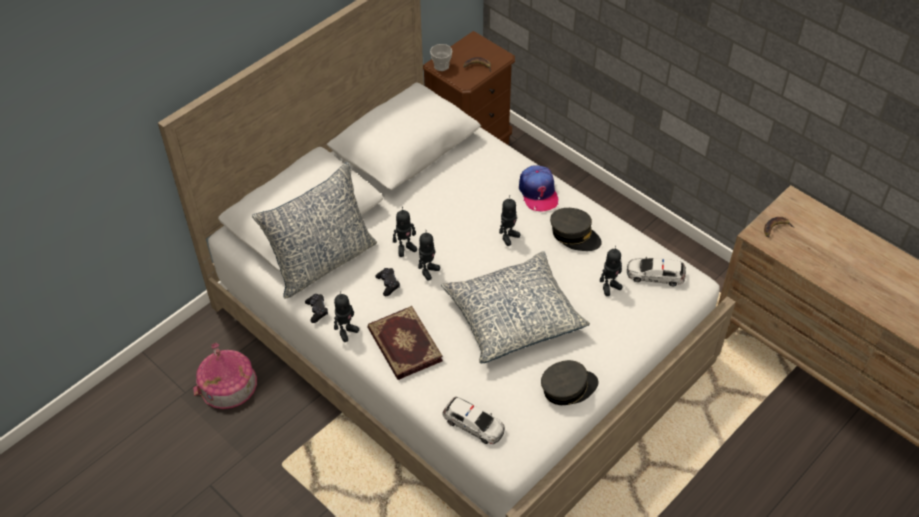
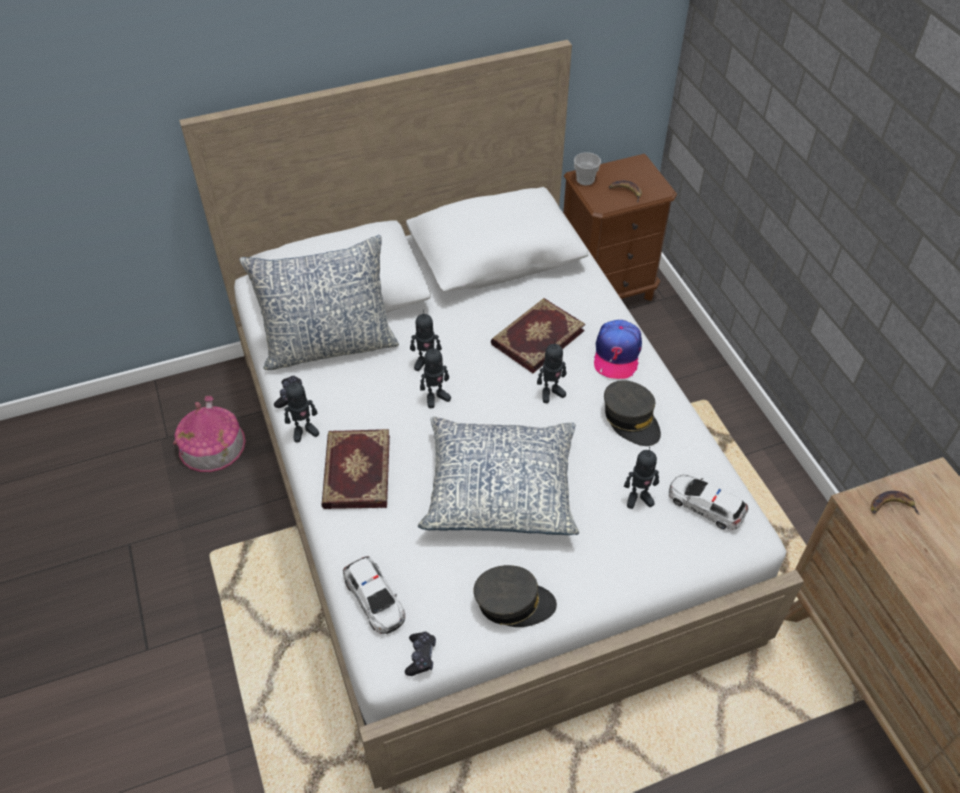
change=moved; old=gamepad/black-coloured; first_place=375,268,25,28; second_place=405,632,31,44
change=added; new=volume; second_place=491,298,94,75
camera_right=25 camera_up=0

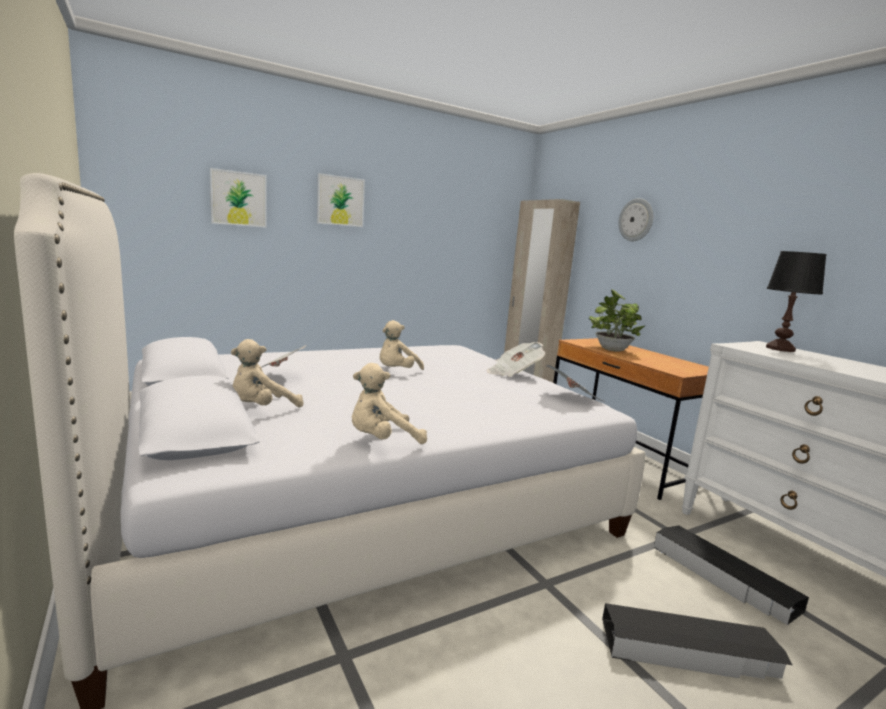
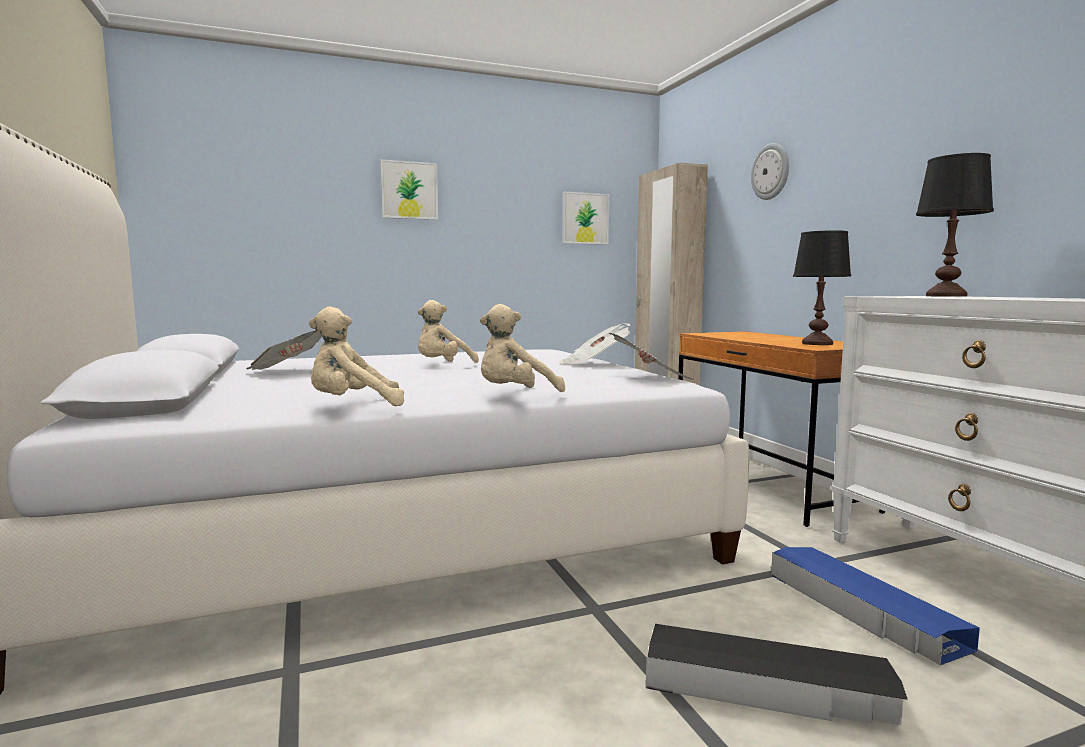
change=moved; old=soft toy/beige-coloured; first_place=231,339,72,69; second_place=480,304,85,88
change=moved; old=wall art; first_place=210,168,57,60; second_place=562,192,47,53
change=recoloured; old=storage bin/black-coloured; new=storage bin/blue-coloured; first_place=654,525,155,100; second_place=771,547,209,118
change=added; new=lamp for a table/black-coloured; second_place=793,230,58,115
change=removed; old=houseplant; first_place=589,289,56,62
camera_right=10 camera_up=-5

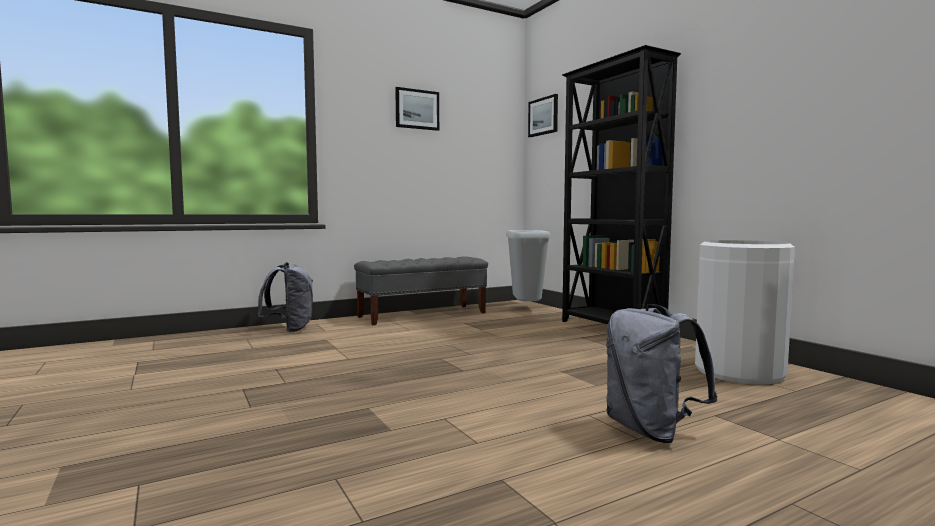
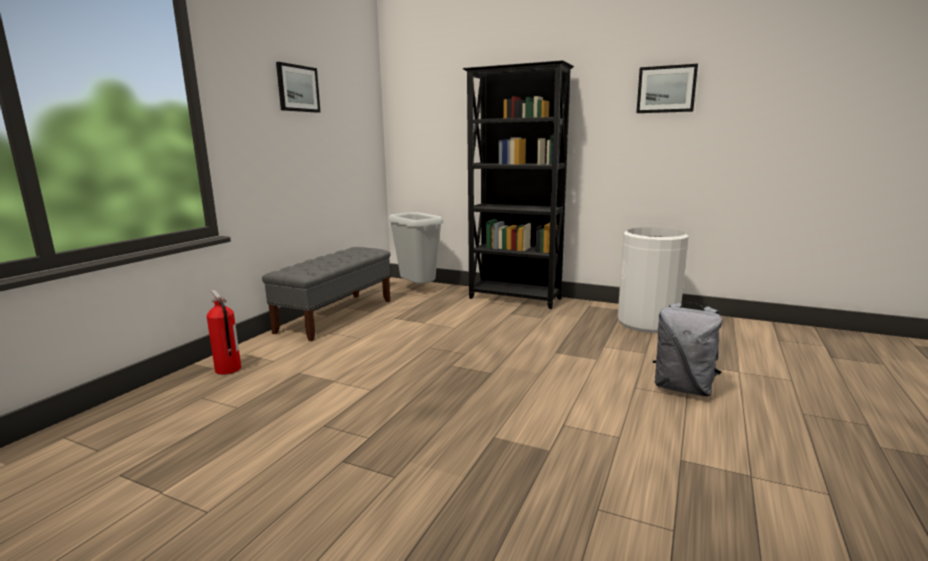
change=replaced; old=knapsack/greyish; new=extinguisher; first_place=258,262,55,70; second_place=207,290,34,85
change=moved; old=wall art; first_place=528,94,30,43; second_place=636,64,62,49
camera_right=-35 camera_up=10

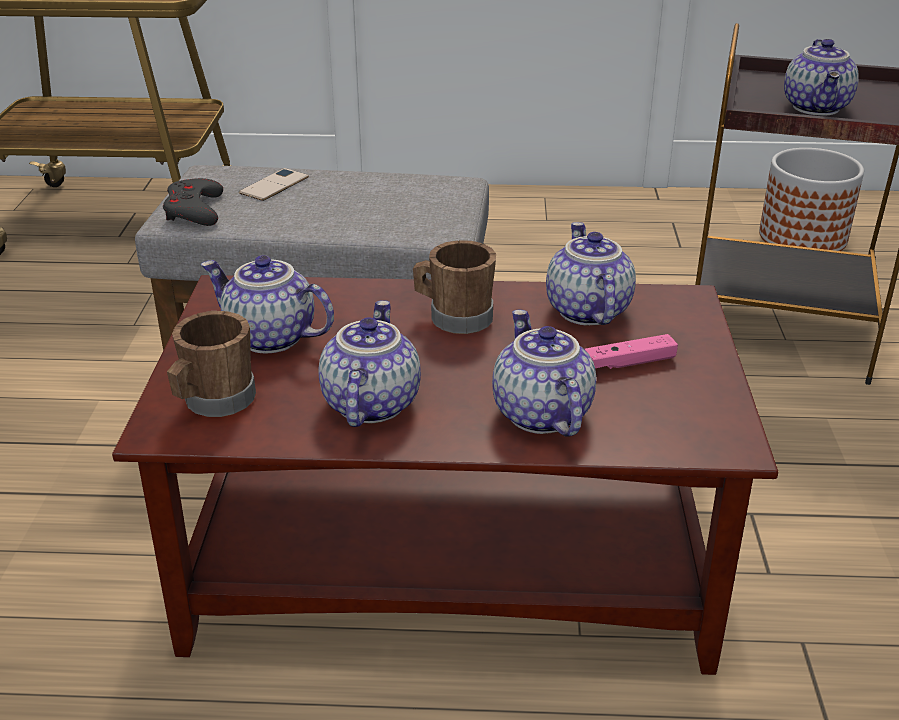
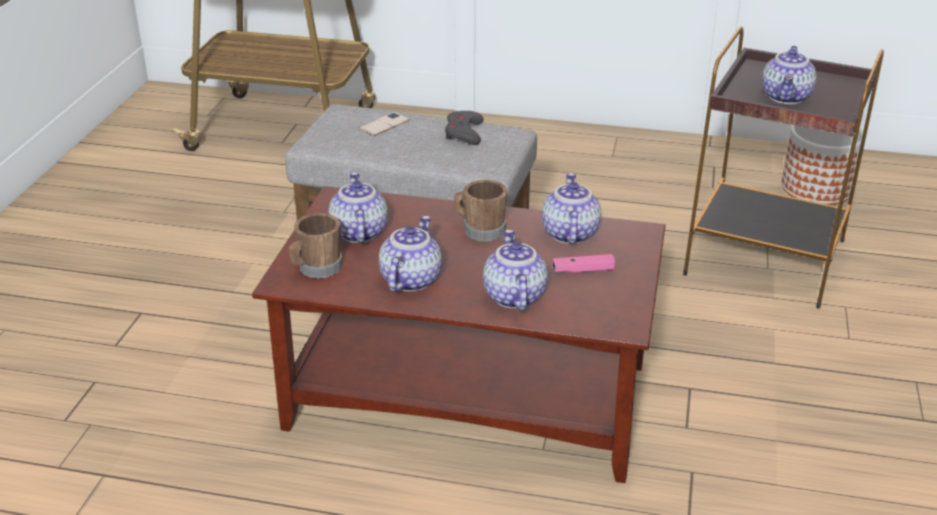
change=turned; old=tea pot; first_place=200,255,134,98; second_place=328,172,60,71; degrees=45
change=moved; old=gamepad/greyish; first_place=163,178,60,48; second_place=445,111,39,34
camera_right=10 camera_up=0

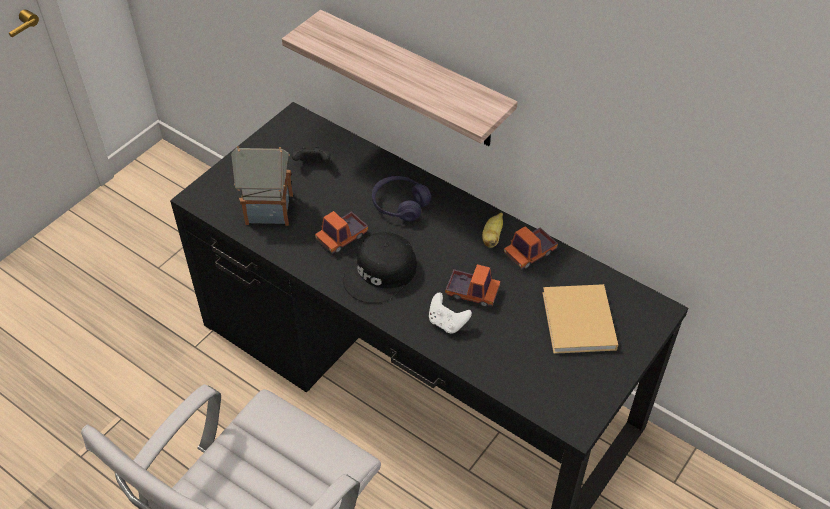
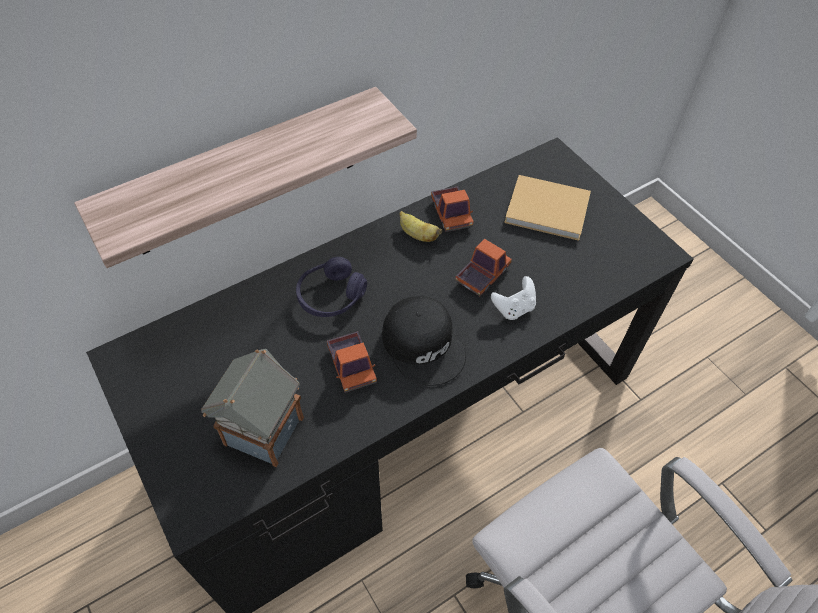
change=removed; old=gamepad/black-coloured; first_place=292,146,39,16
camera_right=-70 camera_up=5

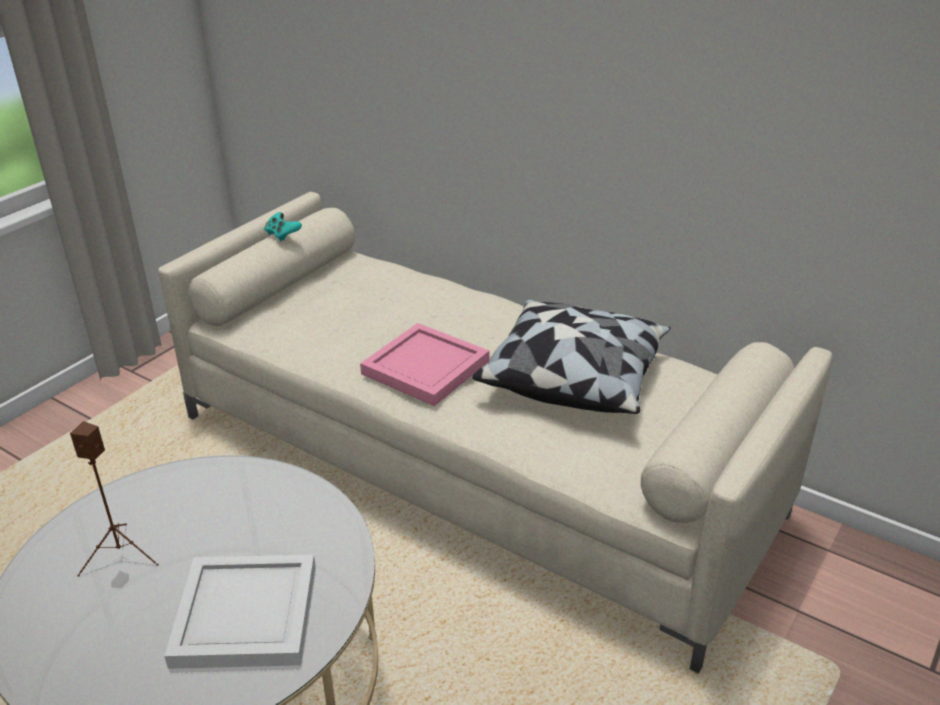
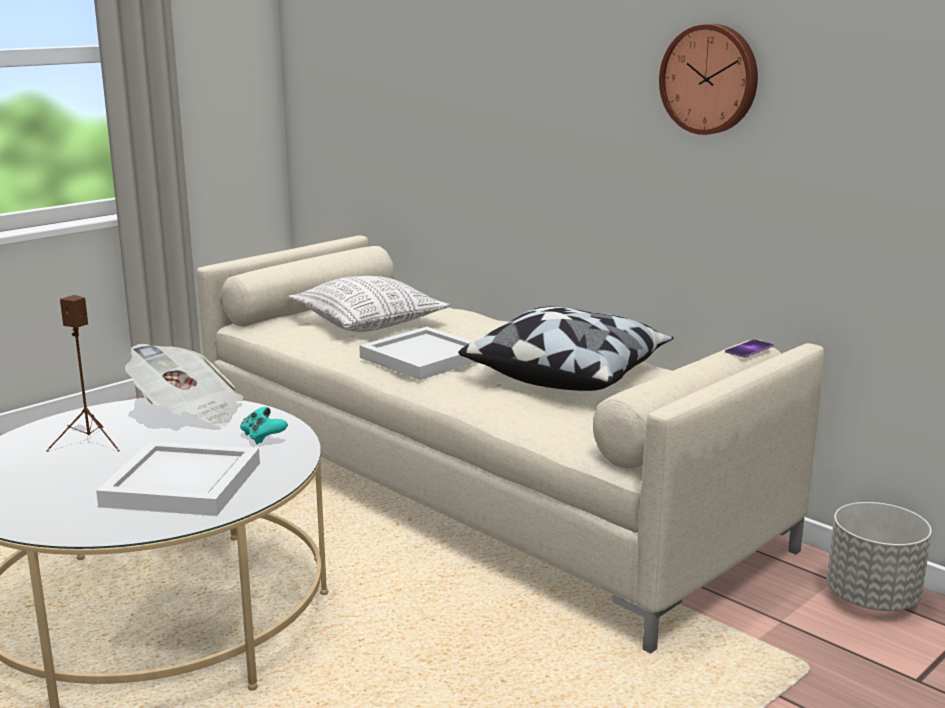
change=added; new=newspaper; second_place=125,344,118,82
change=moved; old=gamepad/turquoise-coloured; first_place=264,212,38,29; second_place=240,407,48,37
change=added; new=throw pillow; second_place=288,276,162,56
change=recoloured; old=serving tray/pink; new=serving tray/whitish; first_place=360,323,130,83; second_place=359,327,116,53
change=added; new=clock on the wall; second_place=659,24,99,111
change=added; new=phone; second_place=725,339,49,19
change=added; new=plant pot/greyish; second_place=827,502,105,109
camera_right=10 camera_up=-15

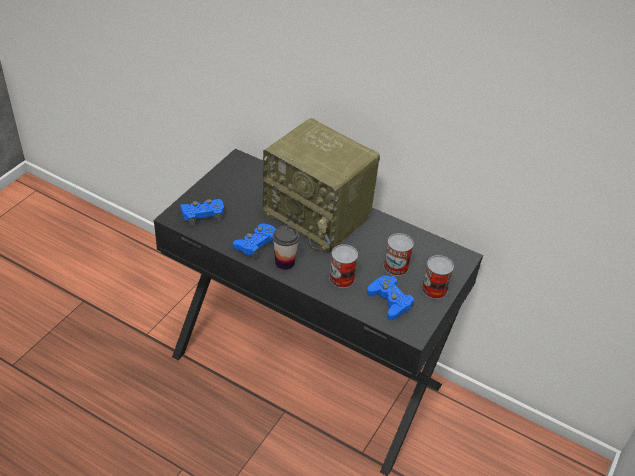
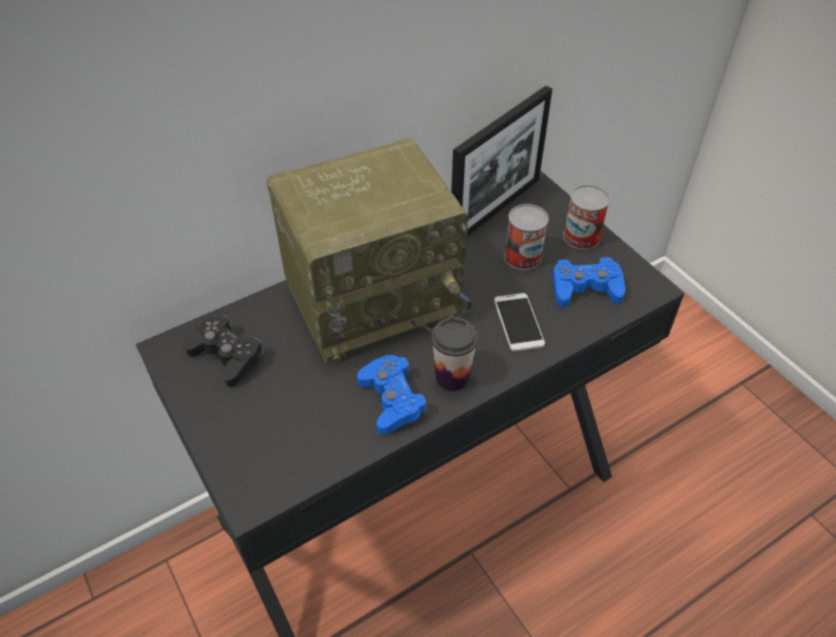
change=added; new=gamepad/black-coloured; second_place=185,315,79,72
change=added; new=picture frame; second_place=451,86,101,150
change=replaced; old=sealed can; new=phone; first_place=329,244,29,44; second_place=494,293,51,59
change=removed; old=gamepad/blue-coloured; first_place=181,199,43,28
camera_right=-60 camera_up=5

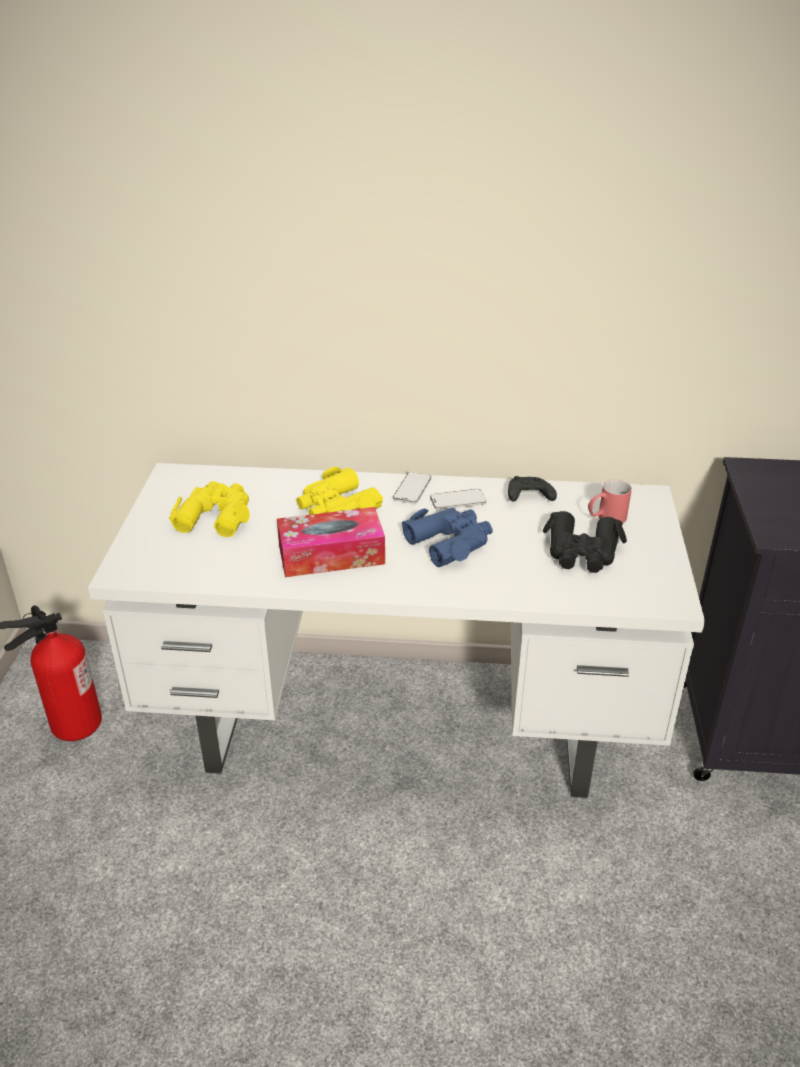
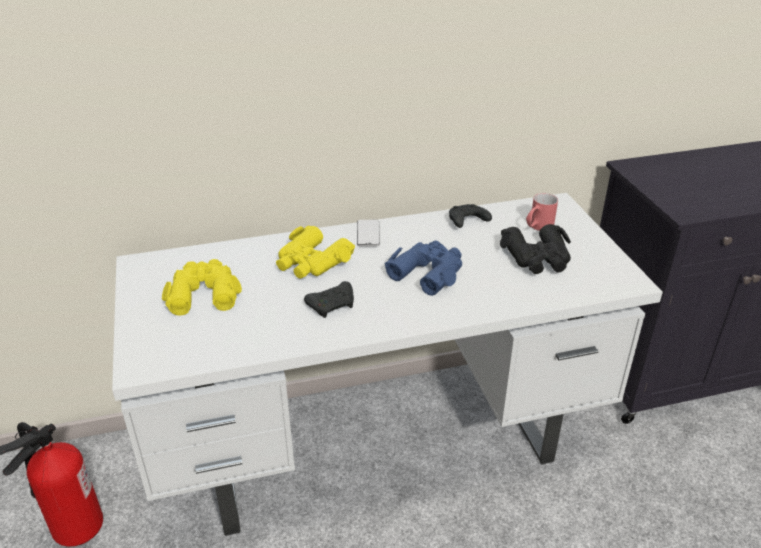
change=replaced; old=tissue holder; new=gamepad/black-coloured; first_place=277,507,108,70; second_place=304,281,50,37
change=removed; old=phone; first_place=430,489,56,21
camera_right=-20 camera_up=0

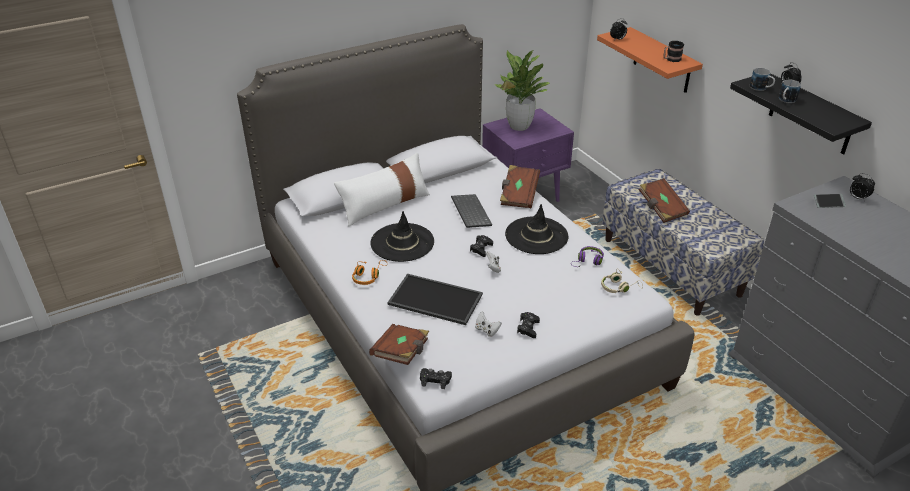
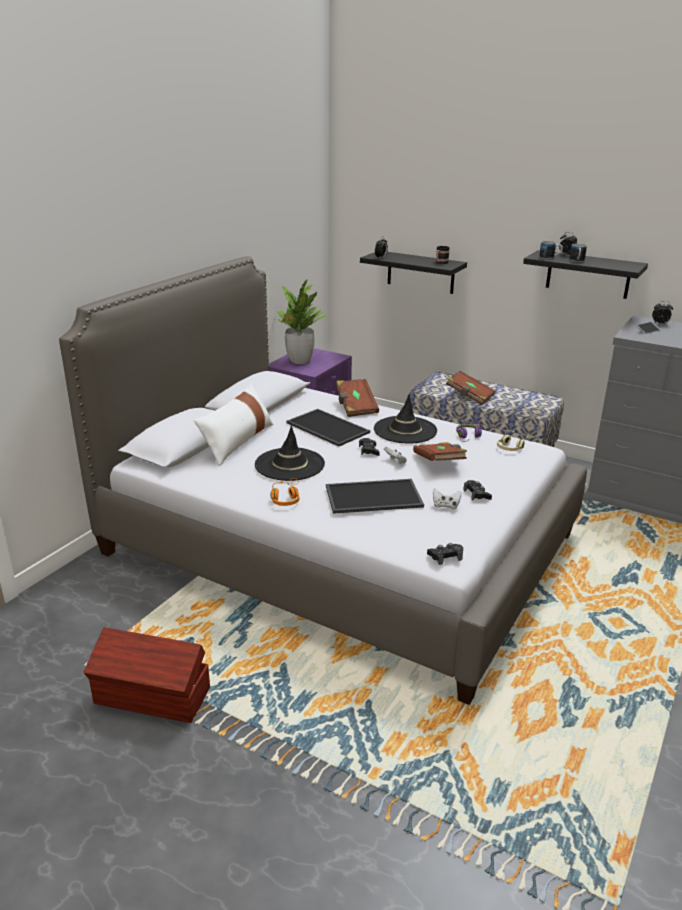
change=added; new=storage bin/brown-coloured; second_place=83,627,127,96
change=replaced; old=keyboard; new=serving tray; first_place=451,194,41,34; second_place=286,409,84,38
change=recoloured; old=shelf/orangey; new=shelf/black-coloured; first_place=597,27,106,66; second_place=360,252,107,42
change=moved; old=volume/brown-coloured; first_place=369,324,60,41; second_place=413,442,54,19
camera_right=-30 camera_up=-10

